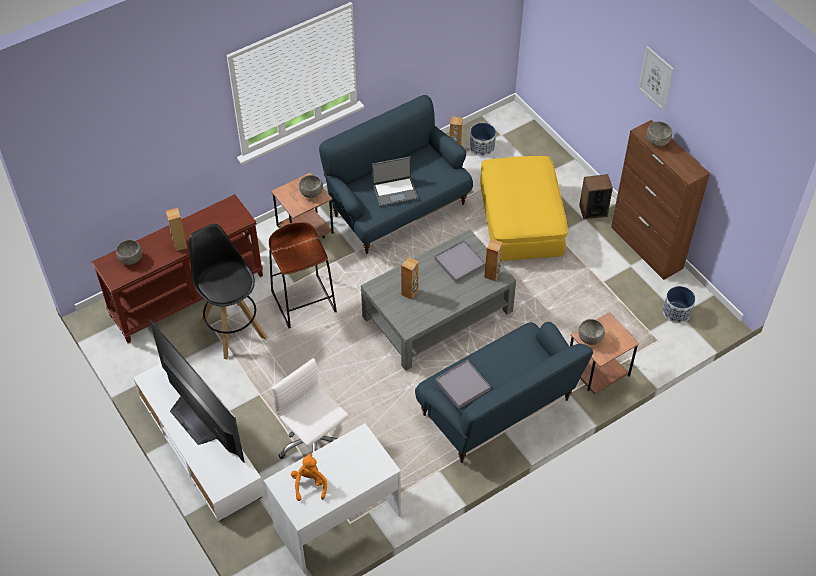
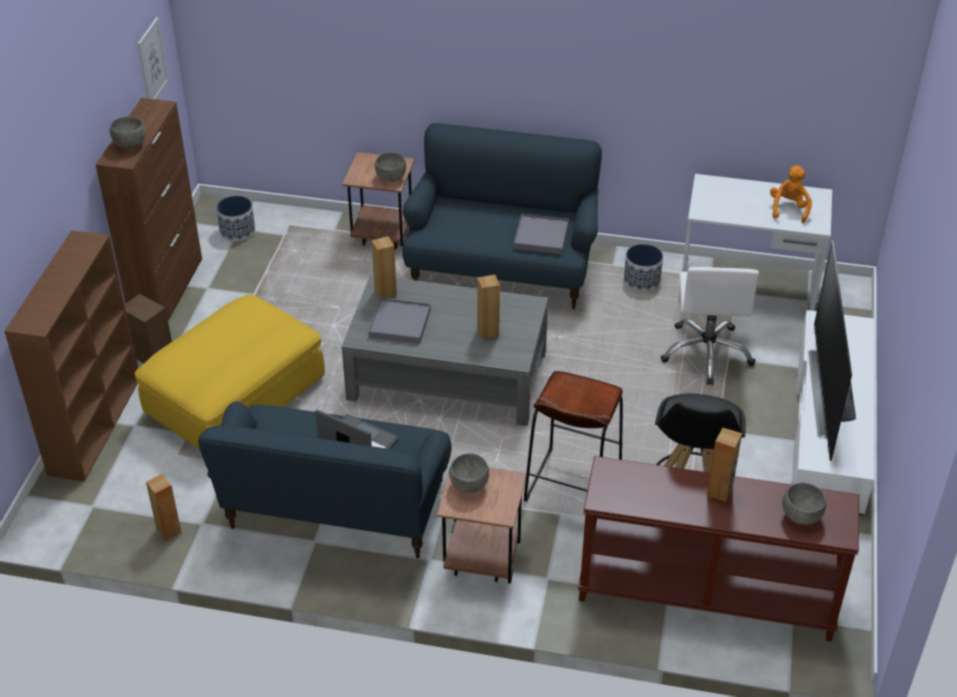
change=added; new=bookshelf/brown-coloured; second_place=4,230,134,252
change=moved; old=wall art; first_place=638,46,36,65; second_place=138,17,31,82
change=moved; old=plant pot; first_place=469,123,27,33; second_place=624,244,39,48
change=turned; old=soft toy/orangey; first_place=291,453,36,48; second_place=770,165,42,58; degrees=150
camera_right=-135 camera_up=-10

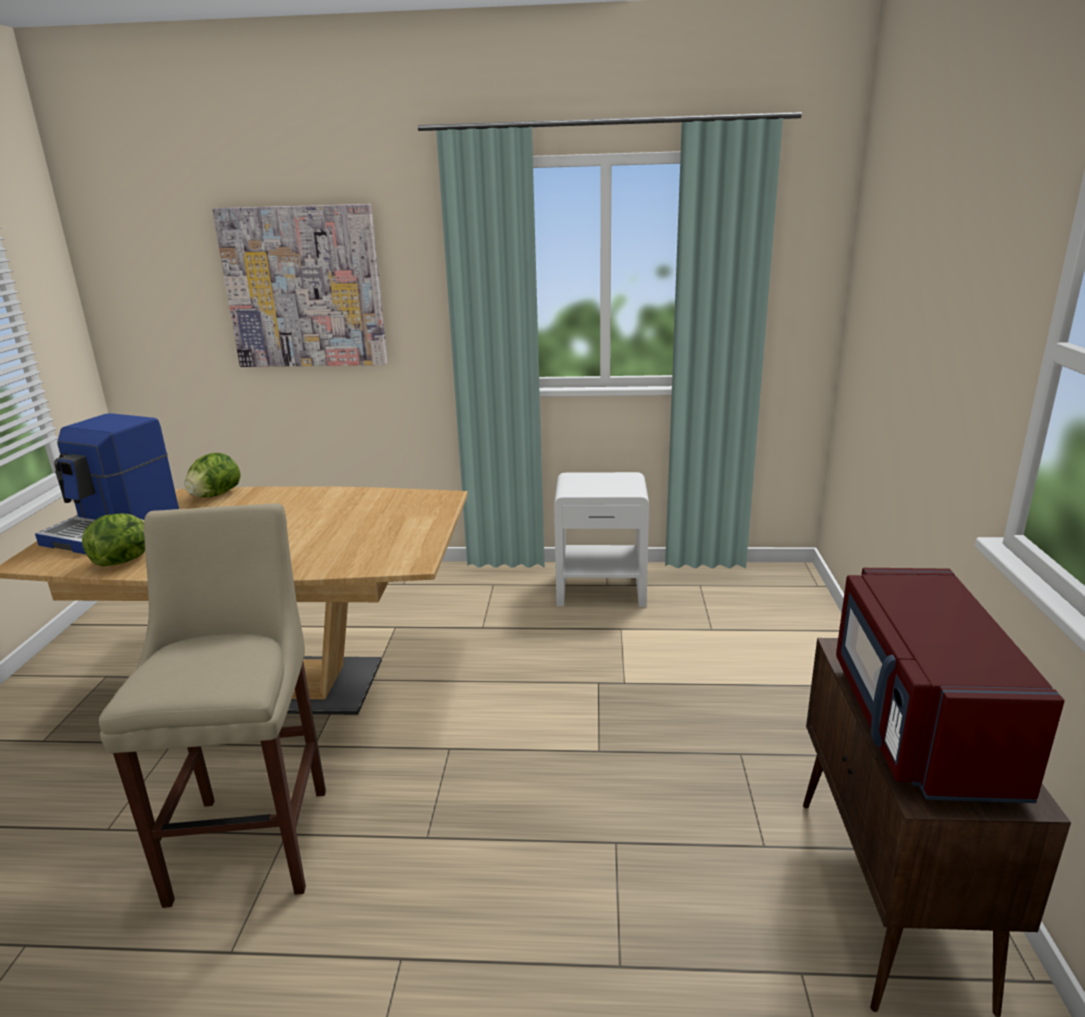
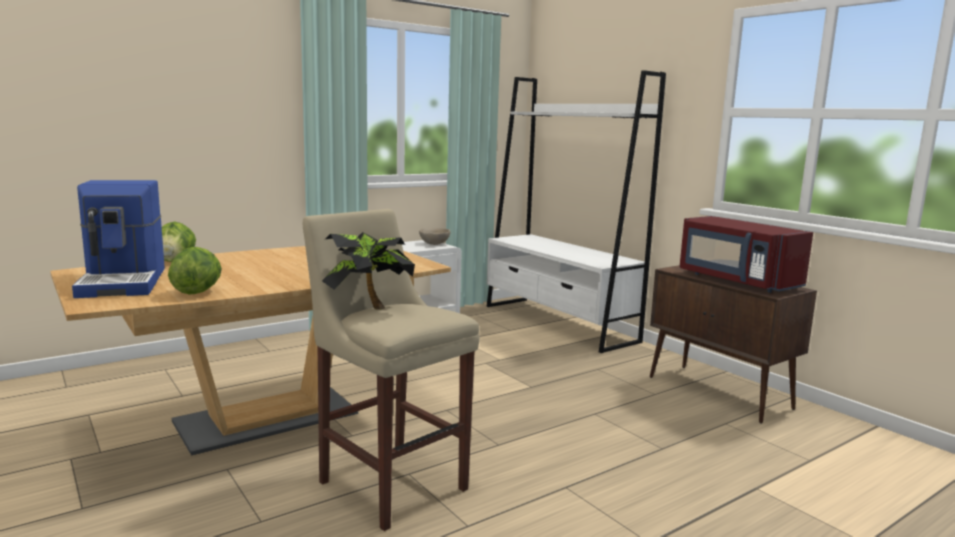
change=added; new=houseplant; second_place=322,232,93,77
change=added; new=deep dish/beige-coloured; second_place=419,228,31,17
change=added; new=bookshelf/whitish; second_place=486,70,180,283
change=removed; old=wall art; first_place=212,204,176,163
camera_right=-40 camera_up=-10

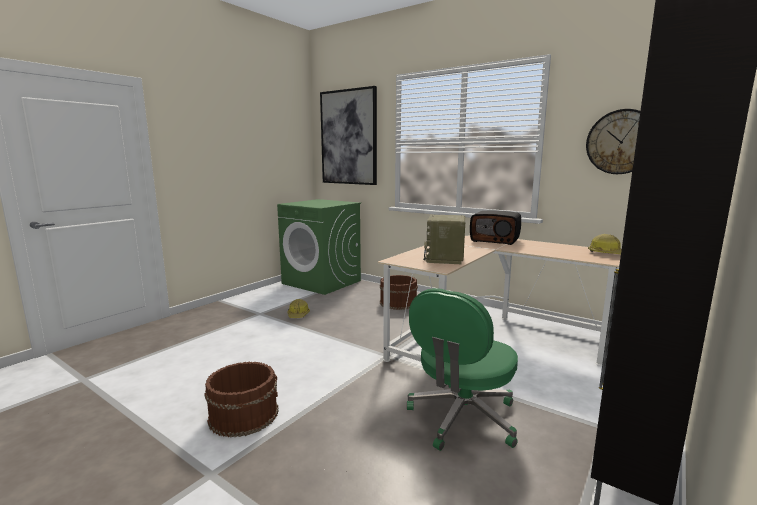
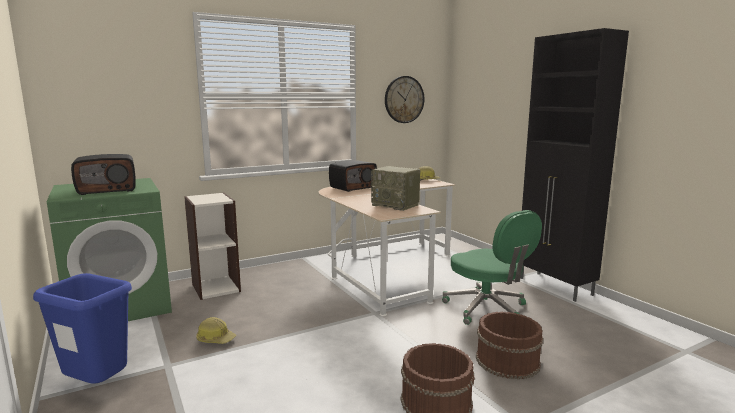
change=added; new=rubbish bin/blue-coloured; second_place=33,273,99,111
change=added; new=radio receiver; second_place=71,154,65,41
change=added; new=bookshelf; second_place=184,193,57,107
change=moved; old=pail/brown-coloured; first_place=380,275,38,35; second_place=476,312,67,67
change=removed; old=wall art; first_place=320,86,57,99
camera_right=-65 camera_up=0

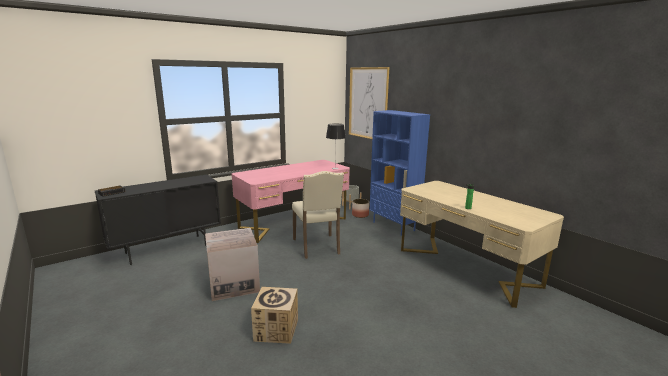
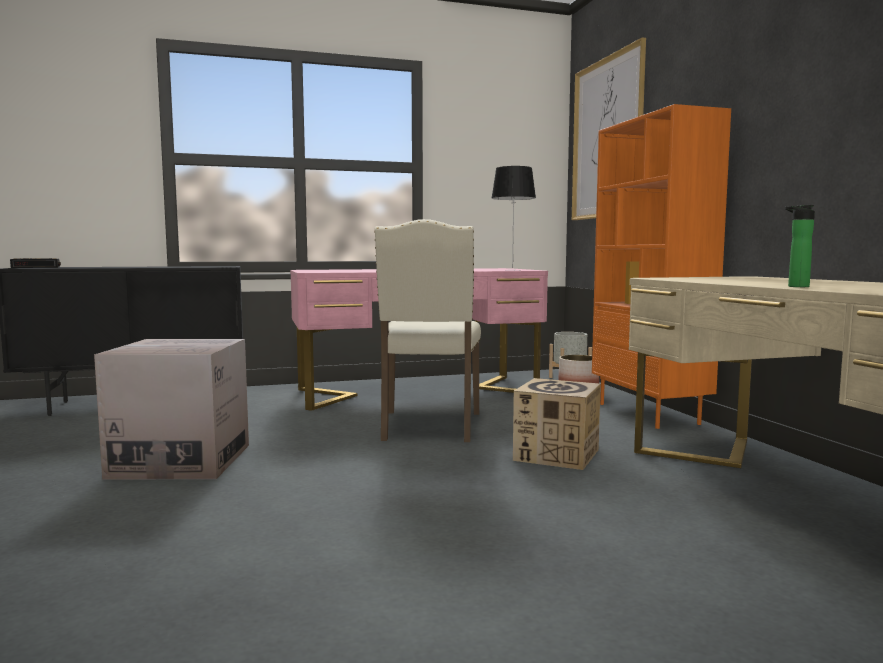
change=moved; old=cardboard box; first_place=251,287,47,57; second_place=513,378,88,92
change=recoloured; old=bookshelf/blue-coloured; new=bookshelf/orangey; first_place=370,110,60,126; second_place=592,104,139,325
camera_right=20 camera_up=-10

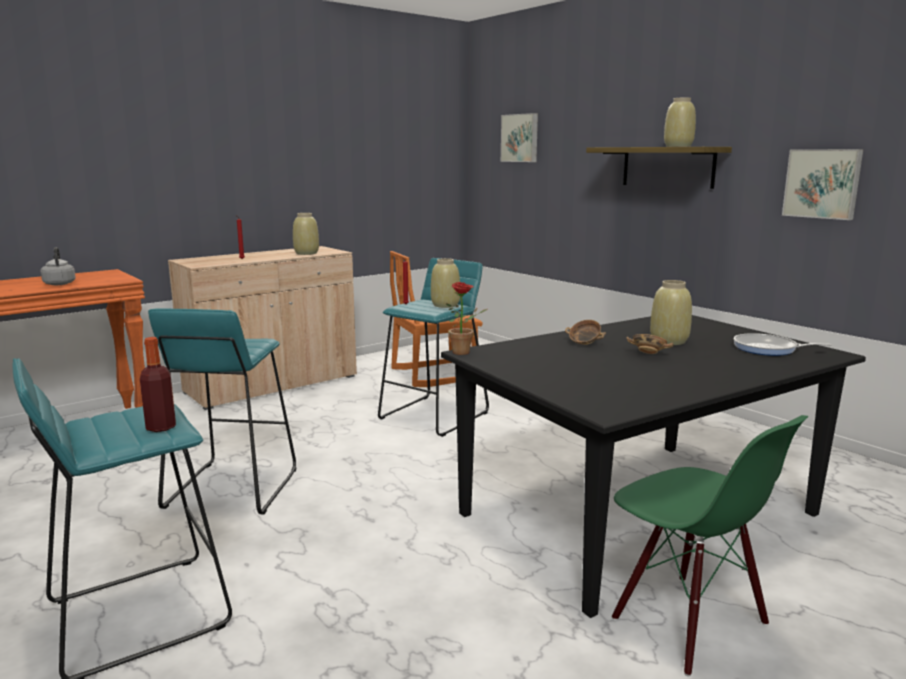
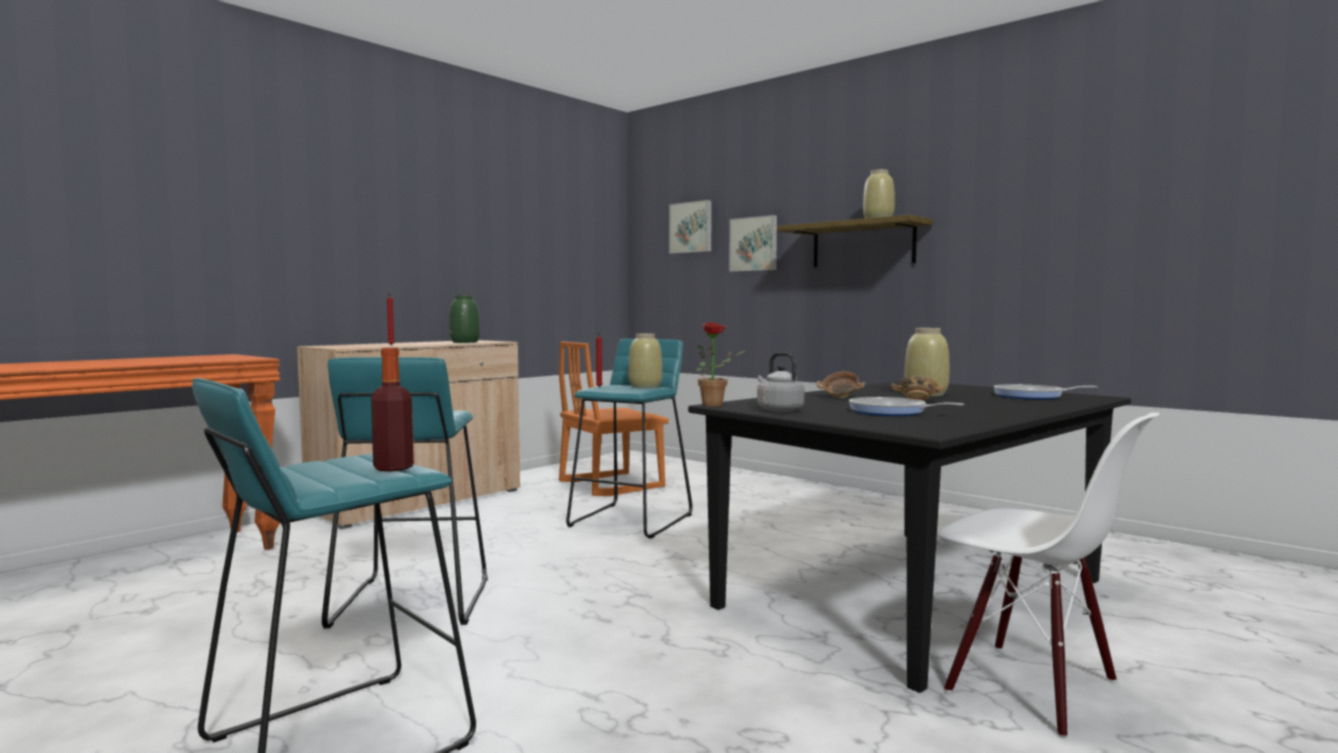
change=recoloured; old=vase/beige-coloured; new=vase/green-coloured; first_place=293,213,26,42; second_place=449,296,31,47
change=moved; old=wall art; first_place=782,149,81,71; second_place=729,215,48,57
change=moved; old=water kettle/greyish; first_place=41,247,35,38; second_place=757,352,48,60
change=added; new=skillet; second_place=849,397,115,19
change=recoloured; old=chair/green-coloured; new=chair/whitish; first_place=612,415,197,261; second_place=937,412,223,326
camera_right=-10 camera_up=-10

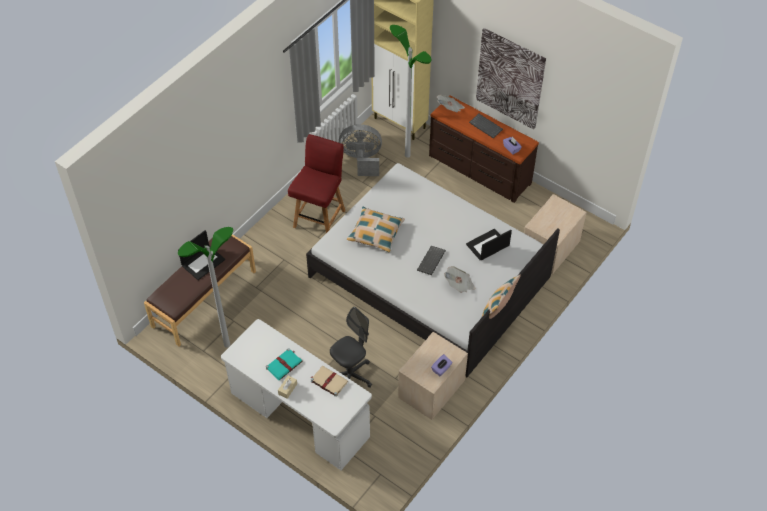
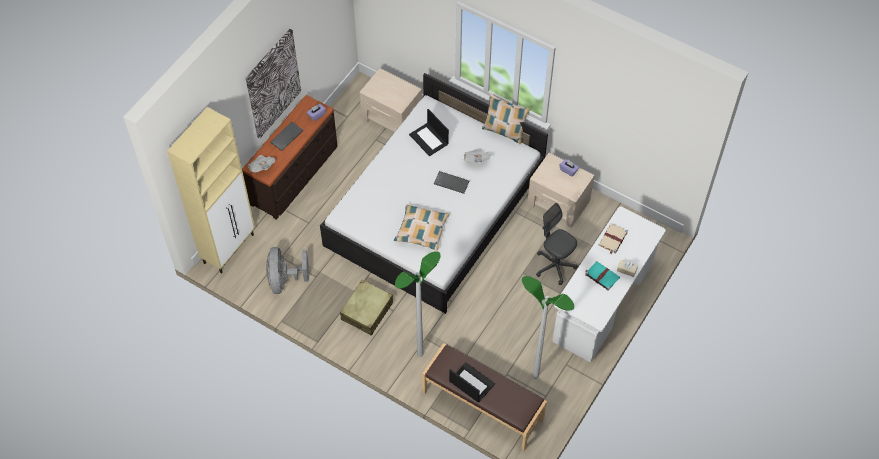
change=replaced; old=chair/reddish; new=piece of luggage/beige-coloured; first_place=288,134,58,99; second_place=340,279,53,57
change=moved; old=floor lamp; first_place=390,25,41,133; second_place=395,251,45,106
camera_right=-95 camera_up=5

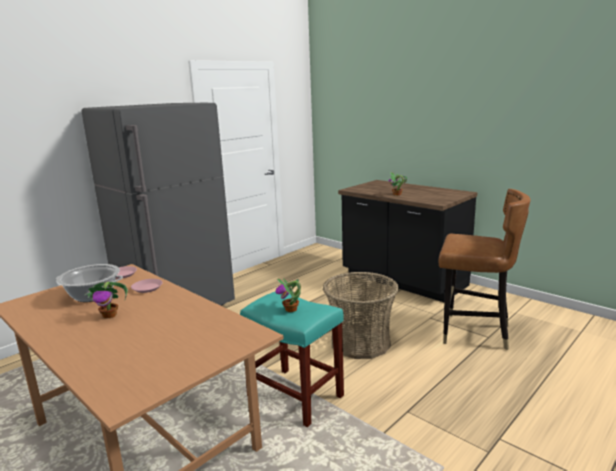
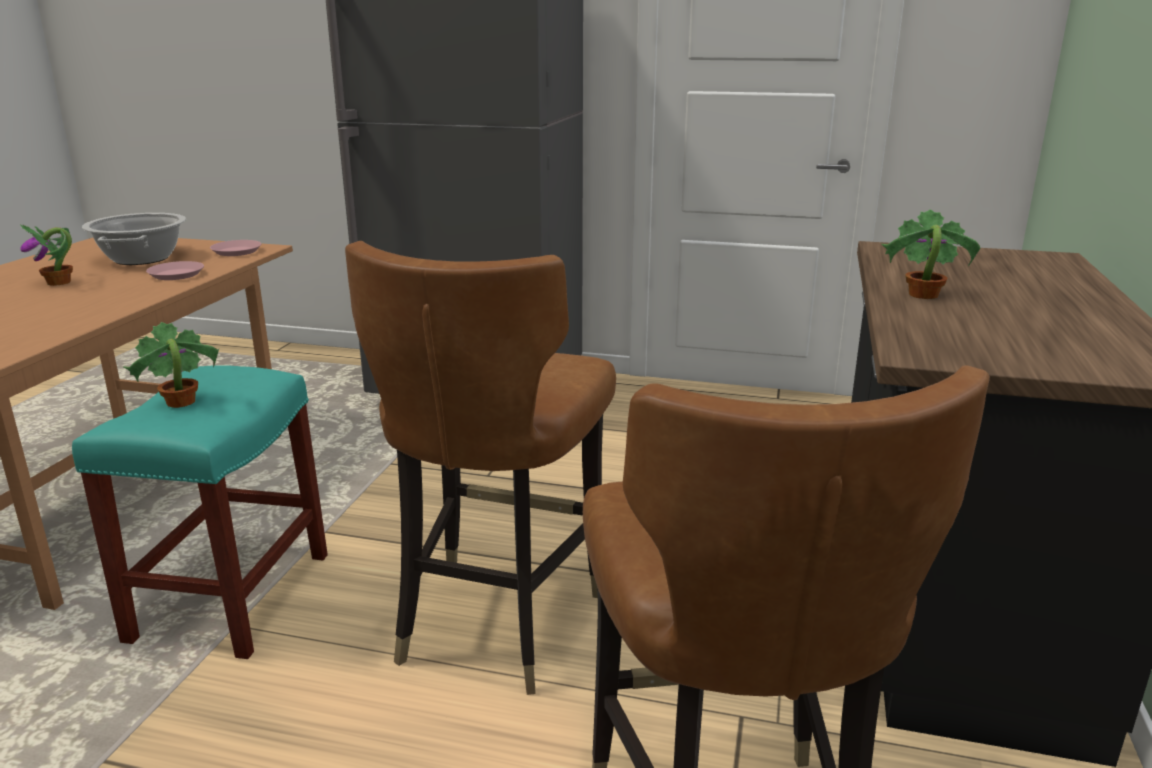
change=replaced; old=household basket; new=chair/brown-coloured; first_place=323,272,76,87; second_place=345,241,271,454
camera_right=60 camera_up=5

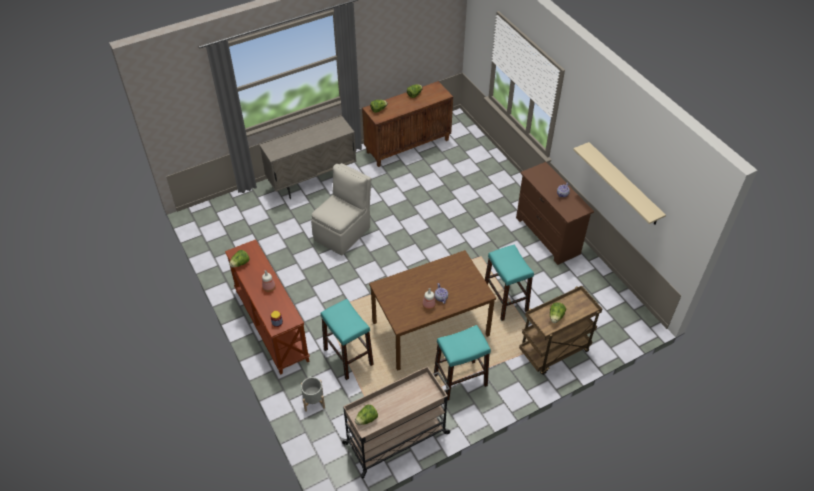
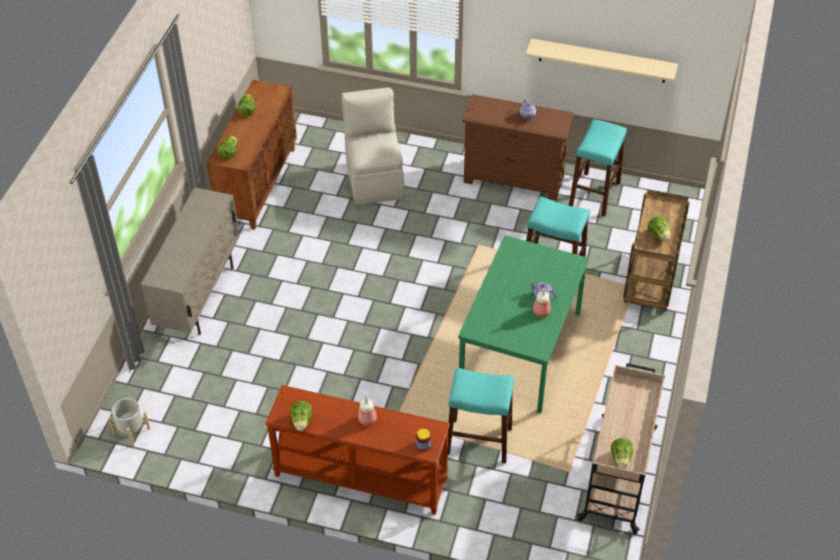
change=moved; old=plant pot/greyish; first_place=301,377,24,35; second_place=109,398,41,49
change=moved; old=chair/beige-coloured; first_place=311,163,60,92; second_place=341,87,63,118
change=recoloured; old=dining table/brown-coloured; new=dining table/green-coloured; first_place=369,250,127,121; second_place=458,235,131,179
change=moved; old=stool seat/turquoise-coloured; first_place=434,325,57,76; second_place=569,119,58,97
camera_right=-45 camera_up=0

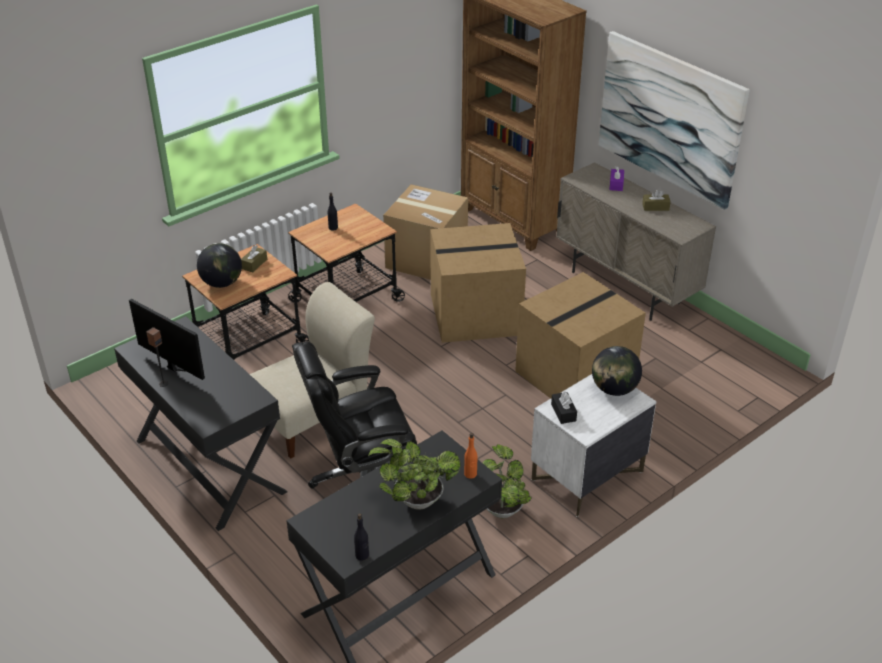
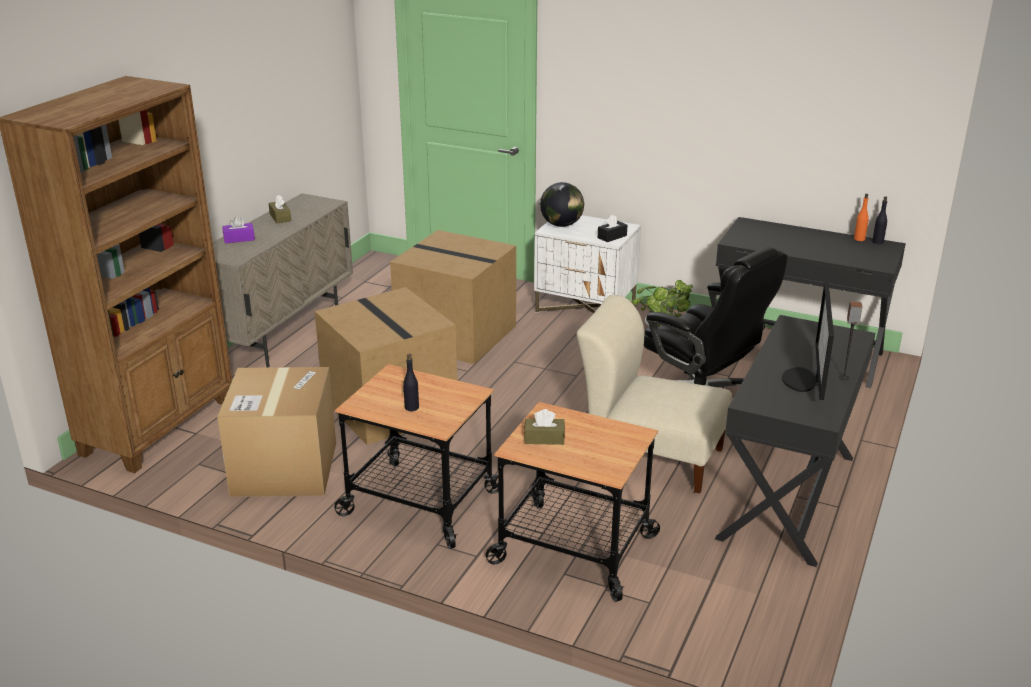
change=moved; old=beverage bottle/orangey; first_place=464,433,13,45; second_place=854,194,15,47
change=removed; old=desk globe; first_place=197,243,45,45
change=removed; old=houseplant; first_place=368,439,92,71
change=removed; old=wall art; first_place=598,31,152,179
camera_right=-115 camera_up=-10

